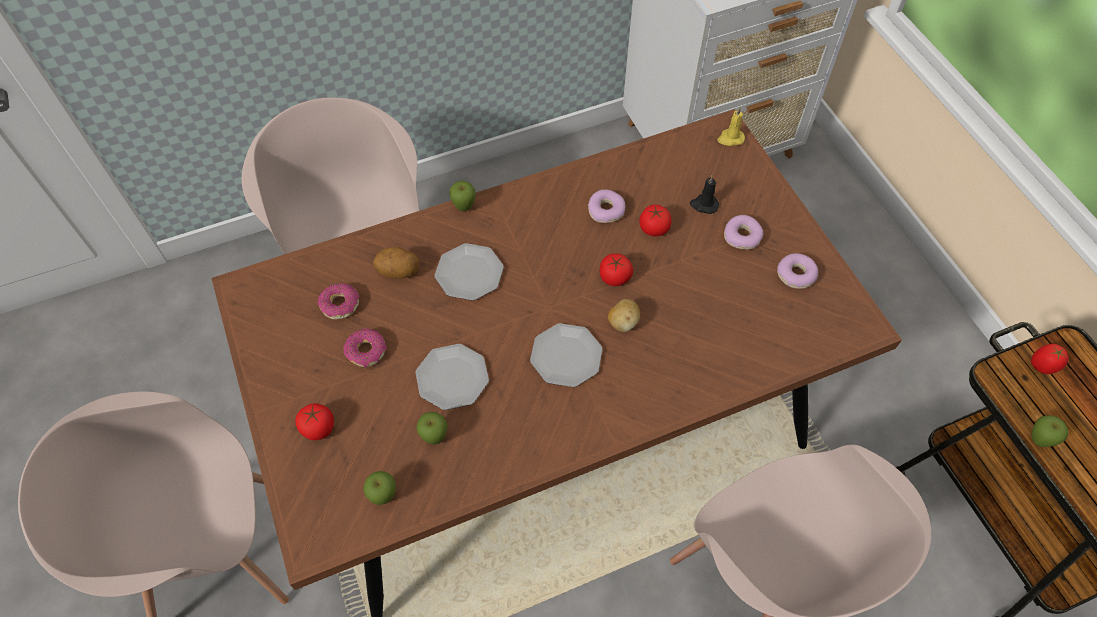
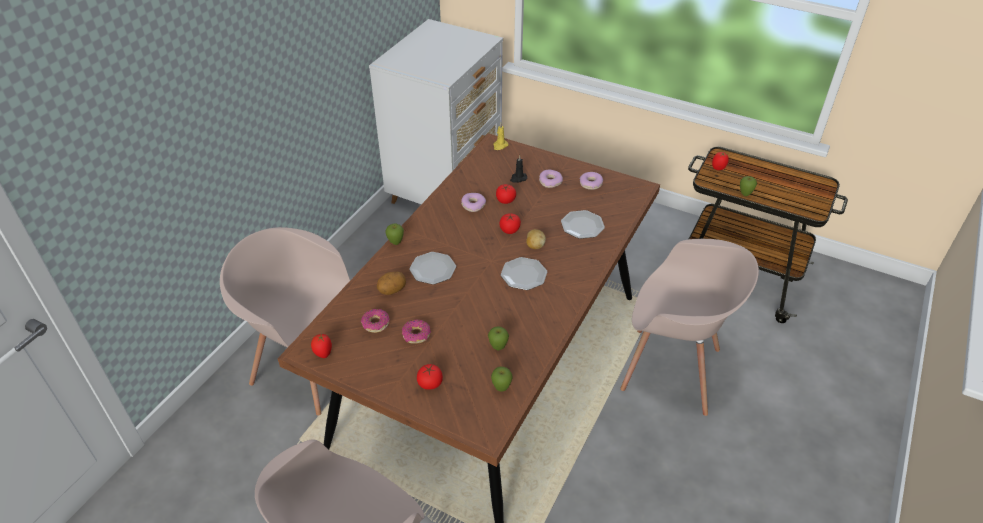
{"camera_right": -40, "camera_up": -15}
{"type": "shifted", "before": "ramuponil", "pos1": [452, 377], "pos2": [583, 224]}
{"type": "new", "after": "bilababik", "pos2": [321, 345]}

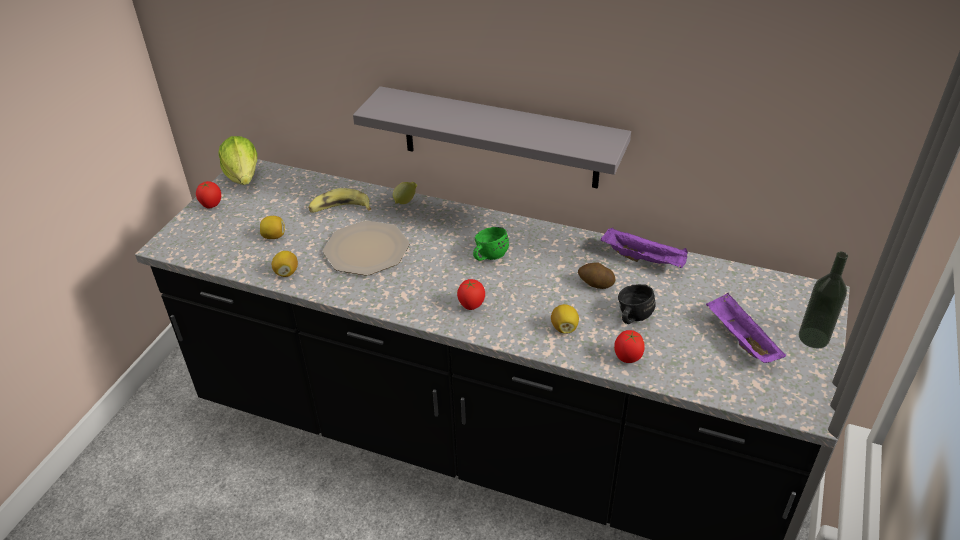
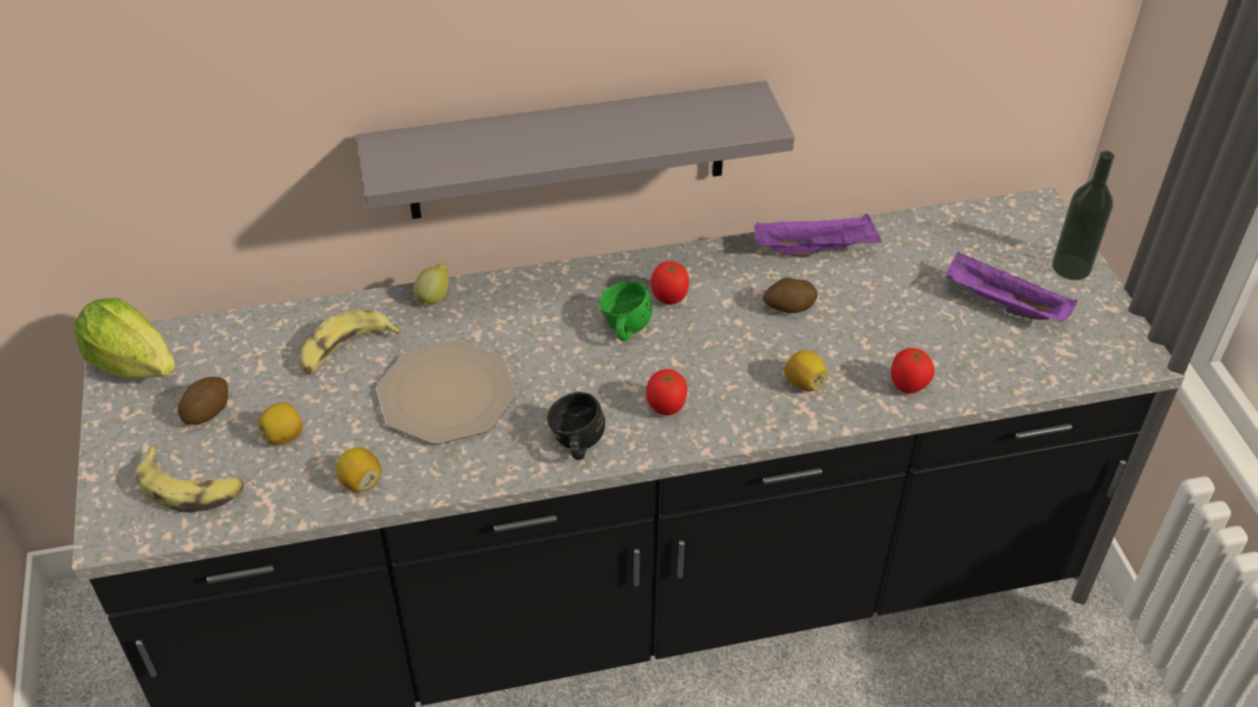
{"camera_right": -35, "camera_up": 5}
{"type": "shifted", "before": "bilababik", "pos1": [208, 195], "pos2": [670, 283]}
{"type": "shifted", "before": "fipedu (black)", "pos1": [637, 304], "pos2": [576, 426]}
{"type": "new", "after": "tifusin", "pos2": [190, 479]}
{"type": "new", "after": "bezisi", "pos2": [203, 401]}

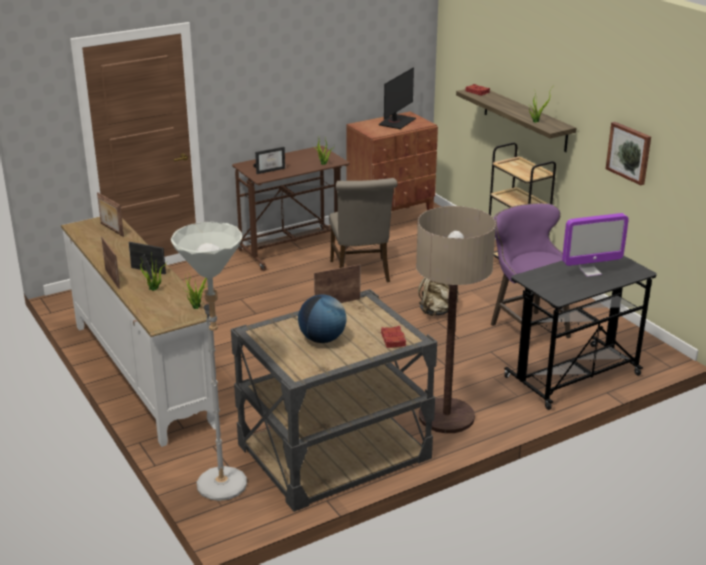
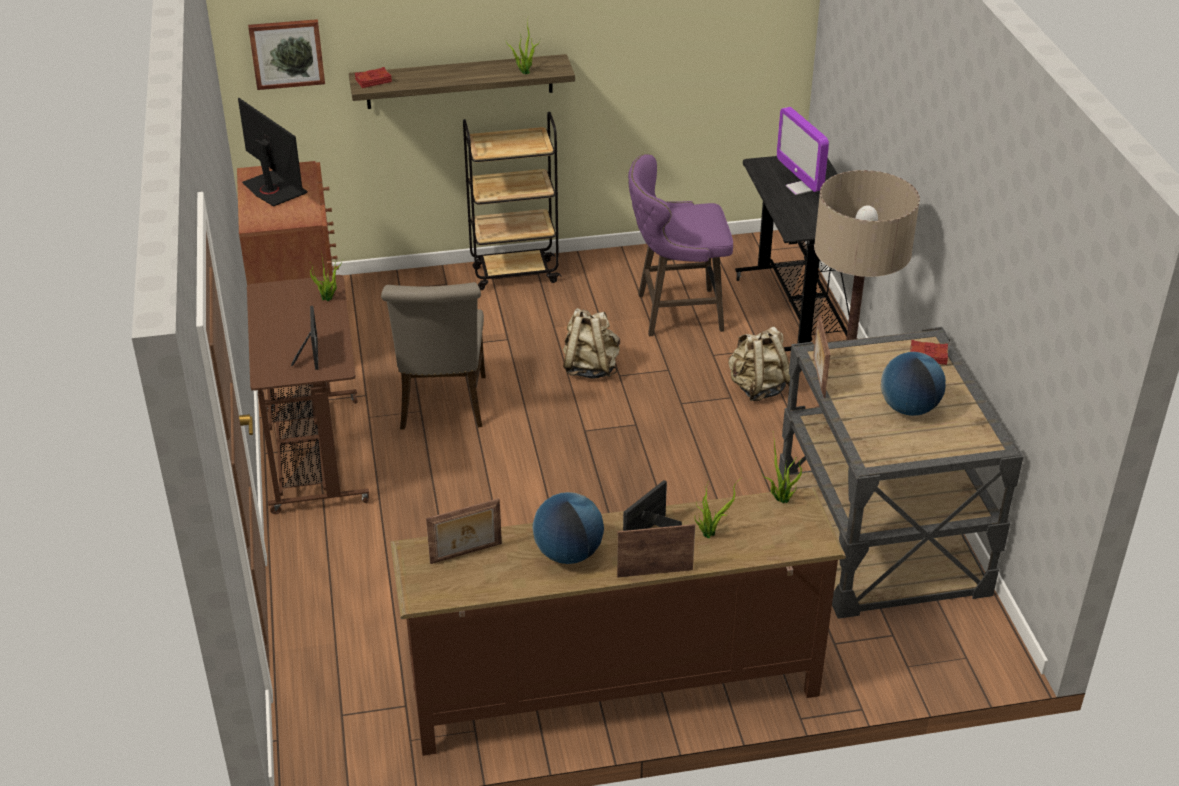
{"camera_right": -70, "camera_up": 10}
{"type": "repainted", "before": "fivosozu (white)", "after": "fivosozu (brown)", "pos1": [138, 332], "pos2": [618, 621]}
{"type": "gone", "before": "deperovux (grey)", "pos1": [208, 361]}
{"type": "rotated", "before": "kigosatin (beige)", "pos1": [363, 230], "pos2": [433, 356], "turn": 75}
{"type": "rotated", "before": "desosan", "pos1": [595, 245], "pos2": [803, 151], "turn": 150}
{"type": "shifted", "before": "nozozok", "pos1": [628, 153], "pos2": [286, 54]}
{"type": "new", "after": "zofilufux", "pos2": [568, 528]}
{"type": "new", "after": "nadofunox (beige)", "pos2": [759, 364]}

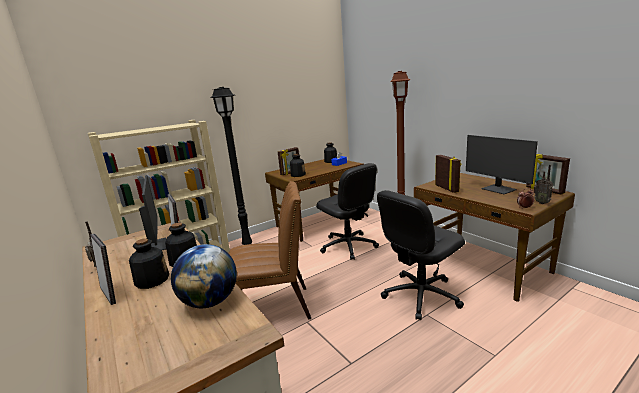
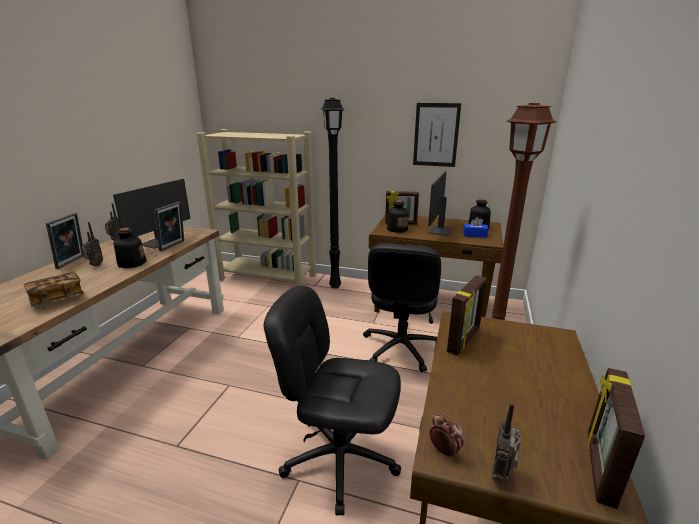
{"camera_right": 50, "camera_up": 5}
{"type": "swapped", "before": "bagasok", "after": "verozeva", "pos1": [149, 263], "pos2": [92, 244]}
{"type": "swapped", "before": "zofilufux", "after": "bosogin", "pos1": [204, 276], "pos2": [53, 289]}
{"type": "gone", "before": "kigosatin (brown)", "pos1": [269, 250]}
{"type": "shifted", "before": "desosan", "pos1": [502, 164], "pos2": [440, 203]}
{"type": "new", "after": "nozozok", "pos2": [437, 135]}

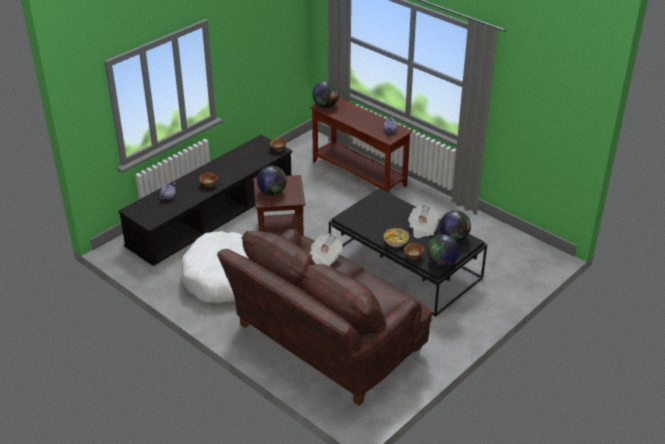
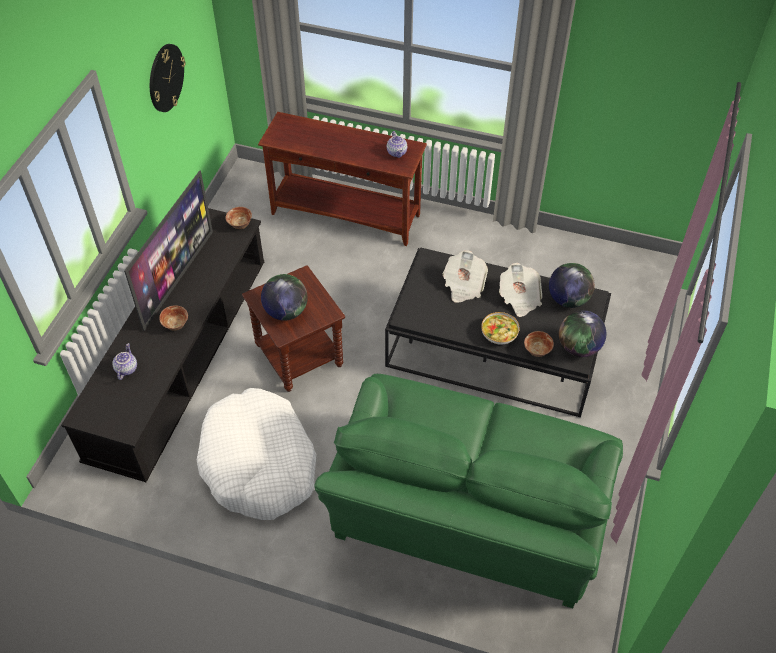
{"camera_right": -25, "camera_up": 15}
{"type": "repainted", "before": "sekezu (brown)", "after": "sekezu (green)", "pos1": [324, 317], "pos2": [468, 491]}
{"type": "shifted", "before": "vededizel", "pos1": [326, 249], "pos2": [465, 276]}
{"type": "gone", "before": "zofilufux", "pos1": [325, 94]}
{"type": "new", "after": "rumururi", "pos2": [168, 251]}
{"type": "new", "after": "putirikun", "pos2": [168, 78]}

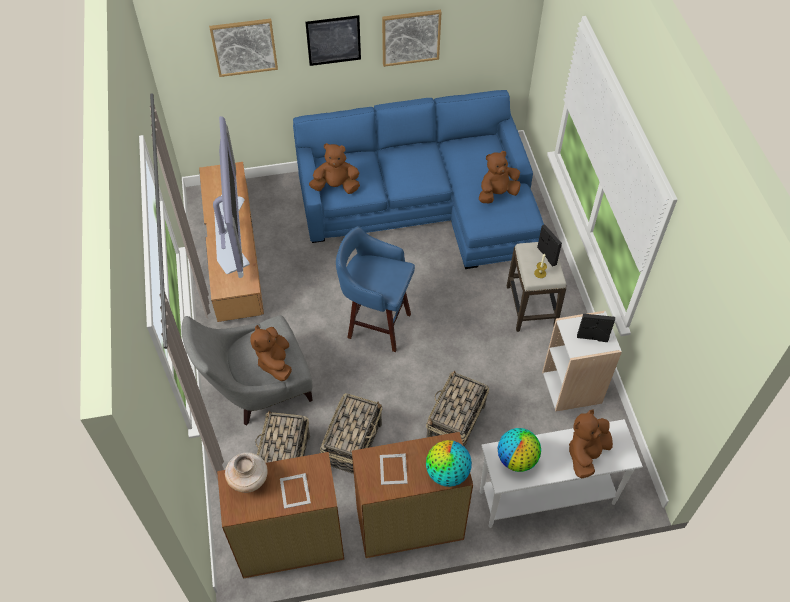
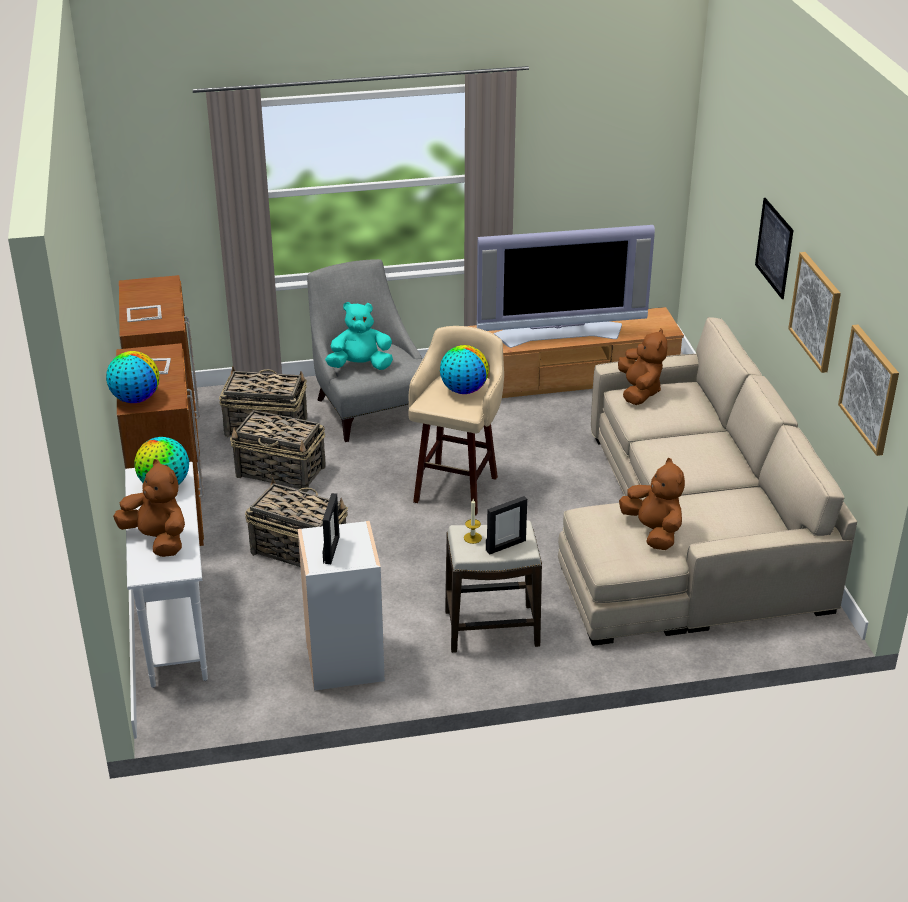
{"camera_right": 90, "camera_up": -20}
{"type": "shifted", "before": "nozozok", "pos1": [243, 48], "pos2": [868, 390]}
{"type": "gone", "before": "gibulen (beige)", "pos1": [246, 472]}
{"type": "repainted", "before": "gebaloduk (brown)", "after": "gebaloduk (turquoise)", "pos1": [271, 353], "pos2": [359, 336]}
{"type": "repainted", "before": "sekezu (blue)", "after": "sekezu (beige)", "pos1": [418, 179], "pos2": [707, 481]}
{"type": "repainted", "before": "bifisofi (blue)", "after": "bifisofi (beige)", "pos1": [375, 289], "pos2": [456, 420]}
{"type": "new", "after": "zofilufux", "pos2": [464, 369]}

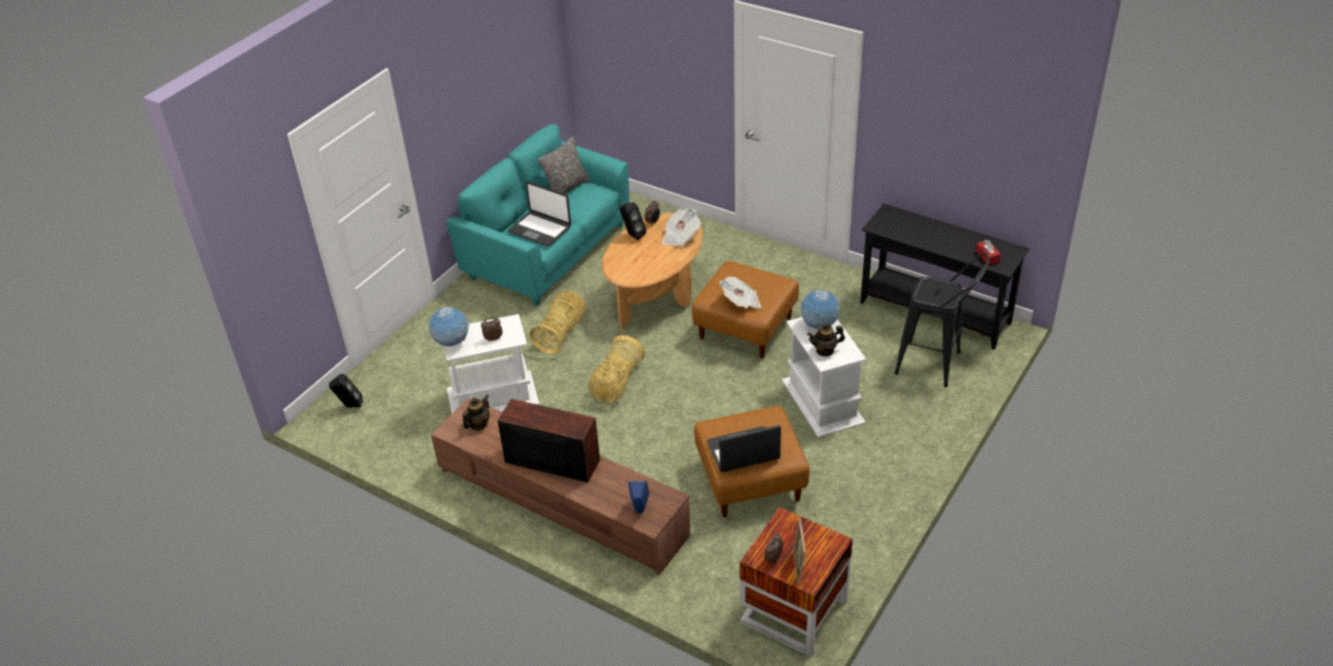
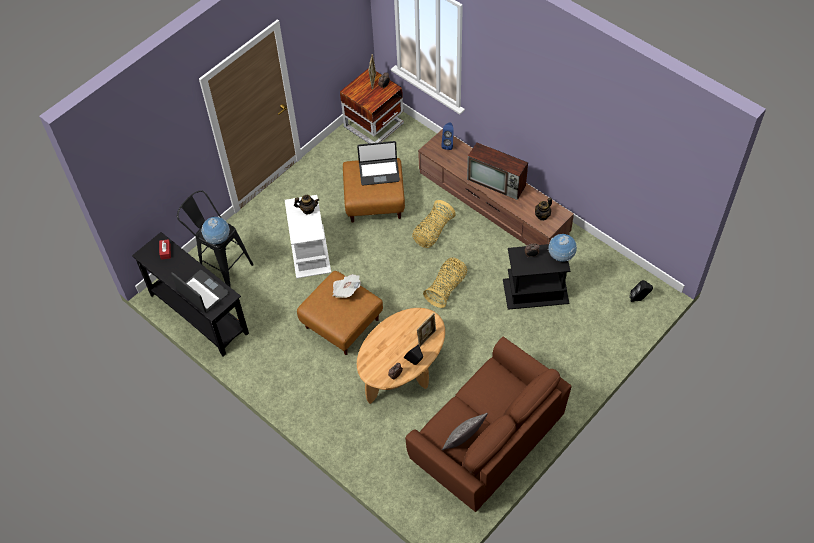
{"camera_right": -170, "camera_up": 15}
{"type": "repainted", "before": "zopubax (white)", "after": "zopubax (black)", "pos1": [492, 363], "pos2": [536, 277]}
{"type": "repainted", "before": "sekezu (turquoise)", "after": "sekezu (brown)", "pos1": [538, 215], "pos2": [488, 424]}
{"type": "shifted", "before": "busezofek", "pos1": [539, 214], "pos2": [200, 291]}
{"type": "shifted", "before": "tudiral", "pos1": [558, 322], "pos2": [434, 224]}
{"type": "gone", "before": "vededizel", "pos1": [681, 227]}
{"type": "shifted", "before": "zofilufux", "pos1": [820, 309], "pos2": [215, 231]}
{"type": "new", "after": "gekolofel", "pos2": [426, 330]}

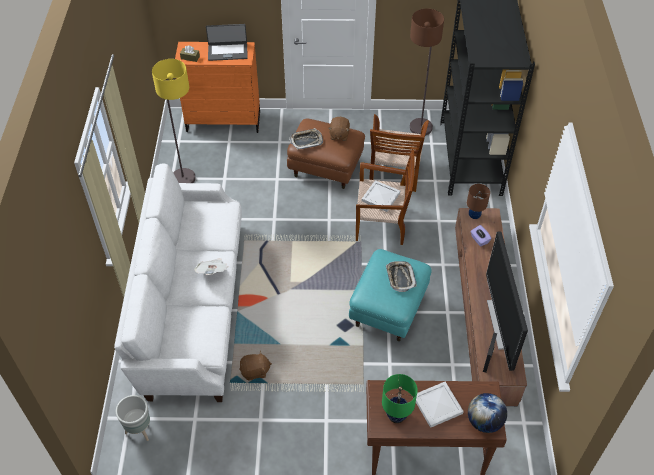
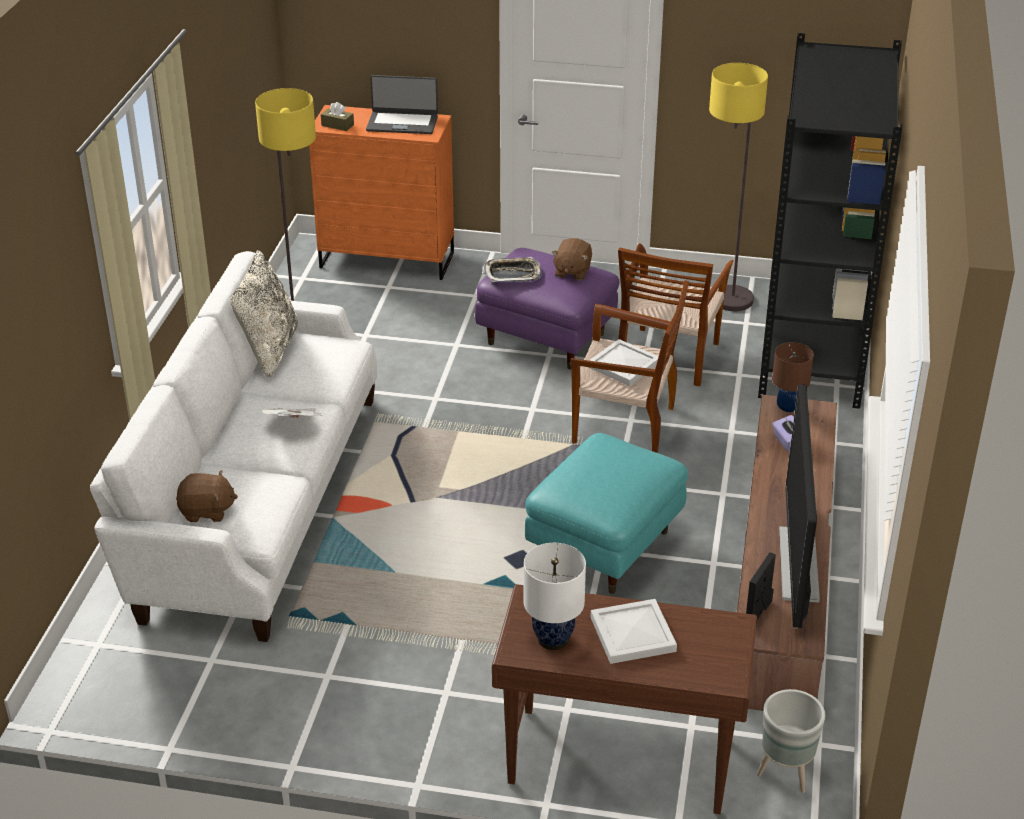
{"camera_right": 10, "camera_up": -15}
{"type": "shifted", "before": "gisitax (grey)", "pos1": [133, 418], "pos2": [791, 741]}
{"type": "shifted", "before": "gebaloduk (brown)", "pos1": [255, 366], "pos2": [207, 496]}
{"type": "repainted", "before": "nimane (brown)", "after": "nimane (purple)", "pos1": [326, 154], "pos2": [547, 309]}
{"type": "repainted", "before": "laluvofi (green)", "after": "laluvofi (white)", "pos1": [400, 398], "pos2": [554, 596]}
{"type": "gone", "before": "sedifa", "pos1": [401, 276]}
{"type": "repainted", "before": "deperovux (brown)", "after": "deperovux (yellow)", "pos1": [427, 72], "pos2": [738, 187]}
{"type": "gone", "before": "zofilufux", "pos1": [487, 413]}
{"type": "new", "after": "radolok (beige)", "pos2": [264, 314]}

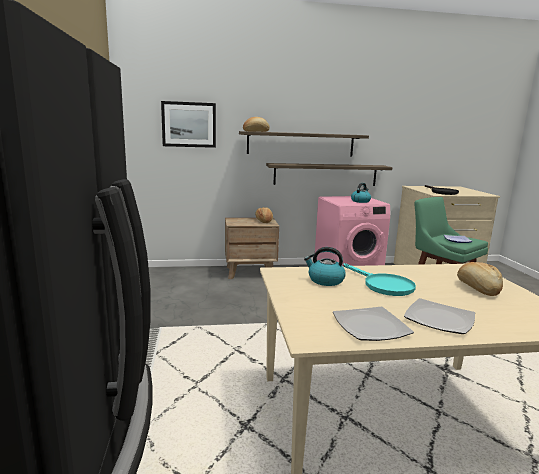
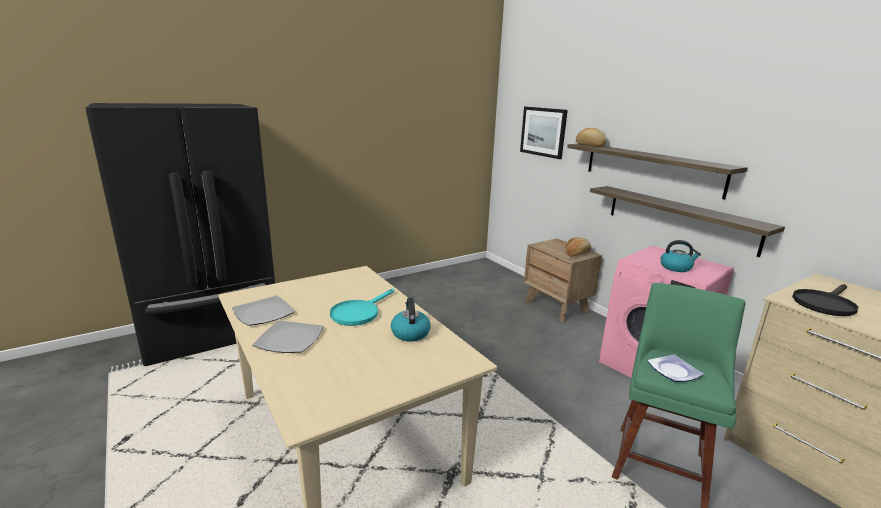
{"camera_right": 65, "camera_up": 5}
{"type": "shifted", "before": "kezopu", "pos1": [325, 266], "pos2": [411, 320]}
{"type": "gone", "before": "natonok", "pos1": [480, 279]}

